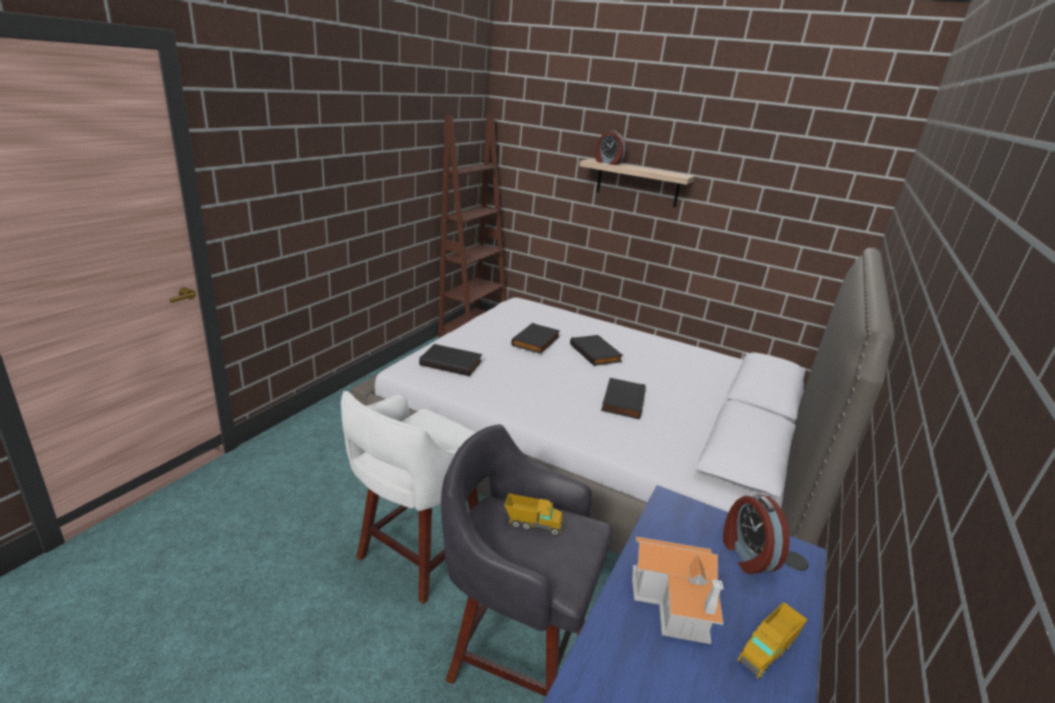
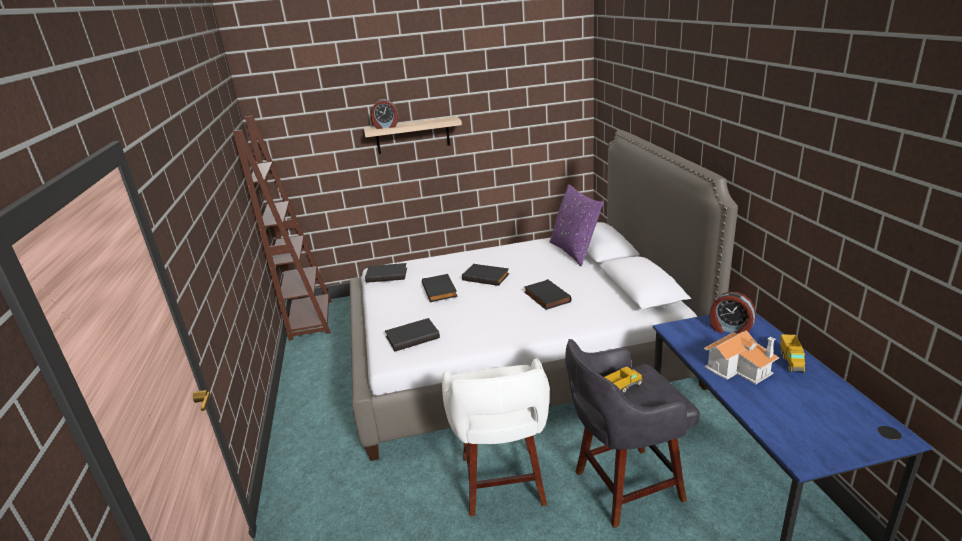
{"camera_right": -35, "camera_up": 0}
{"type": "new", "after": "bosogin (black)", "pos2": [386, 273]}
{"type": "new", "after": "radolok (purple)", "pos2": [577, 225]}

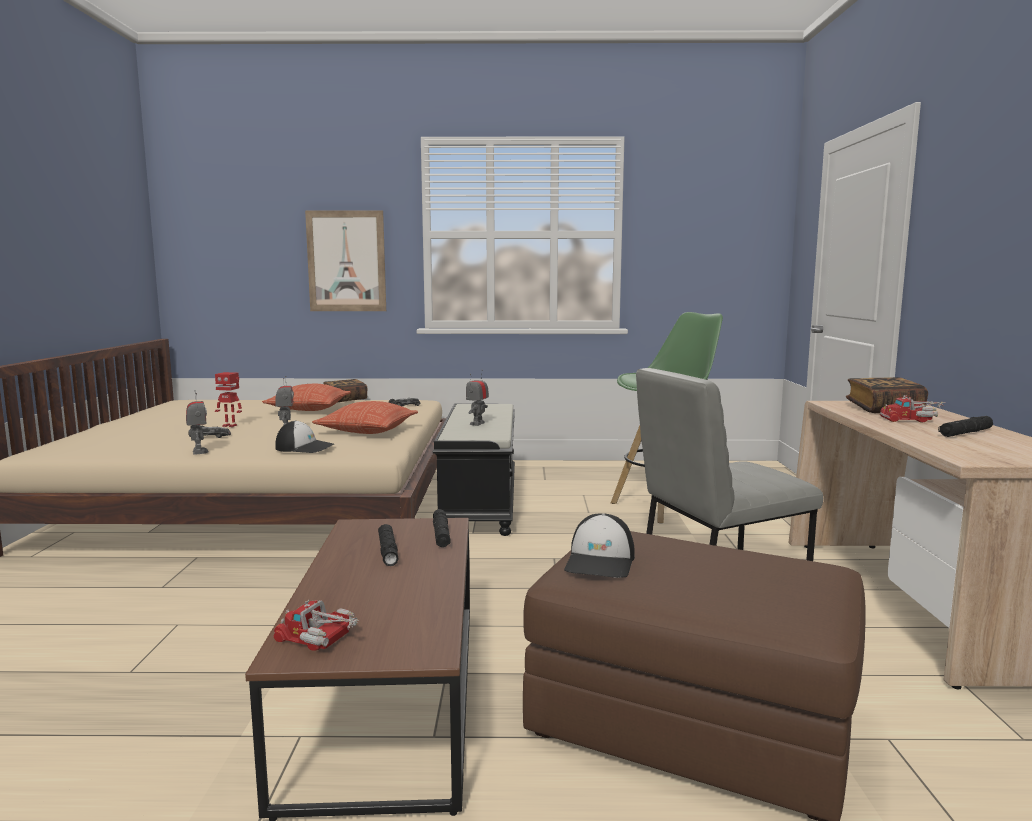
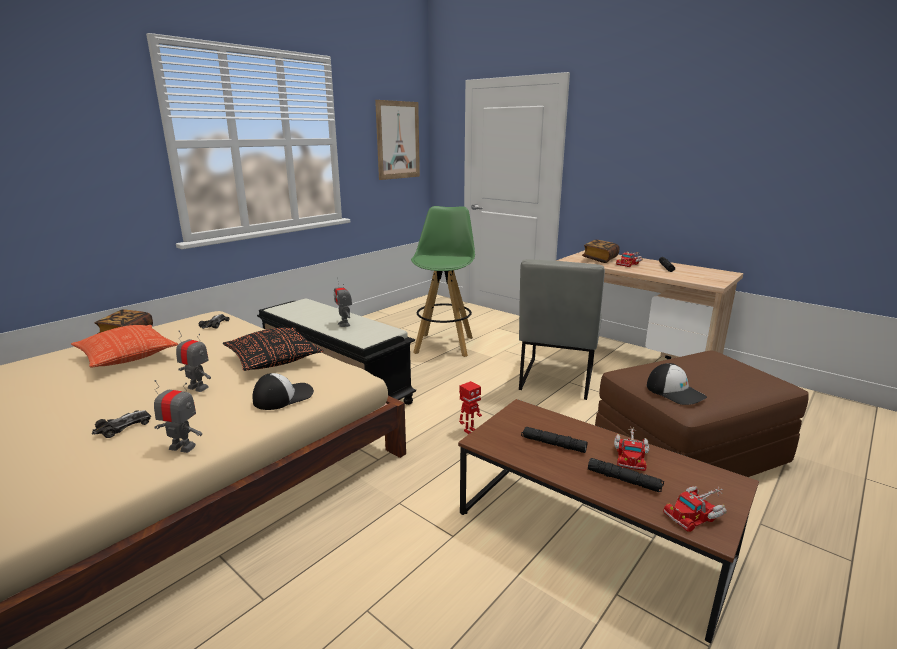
{"camera_right": -50, "camera_up": 10}
{"type": "shifted", "before": "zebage", "pos1": [228, 399], "pos2": [470, 407]}
{"type": "shifted", "before": "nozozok", "pos1": [345, 261], "pos2": [397, 140]}
{"type": "repainted", "before": "radolok (orange)", "after": "radolok (black)", "pos1": [365, 417], "pos2": [273, 349]}
{"type": "shifted", "before": "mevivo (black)", "pos1": [442, 528], "pos2": [626, 475]}
{"type": "new", "after": "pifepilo", "pos2": [631, 449]}

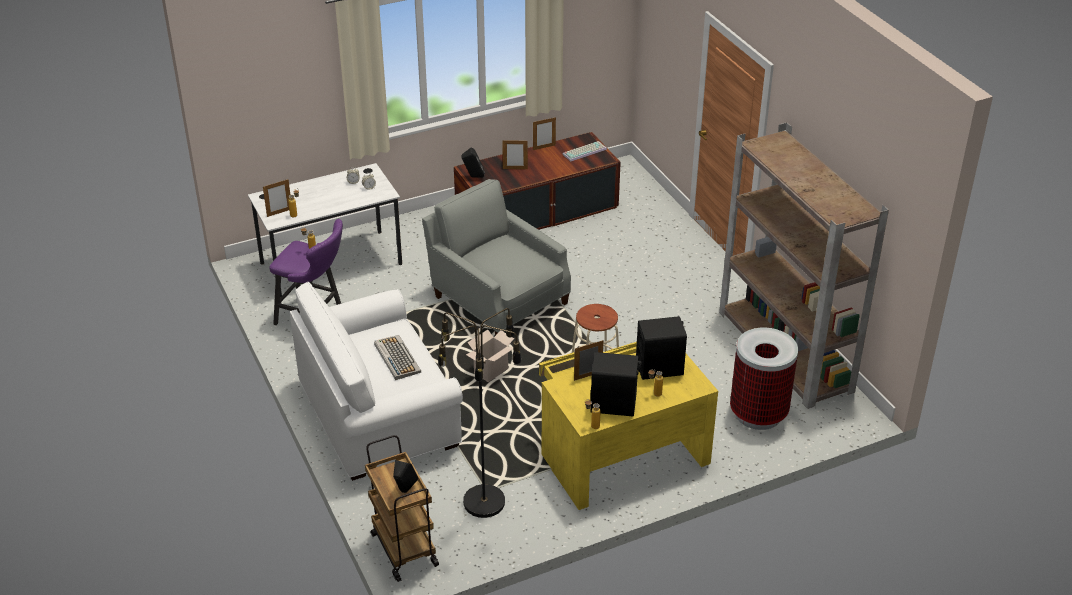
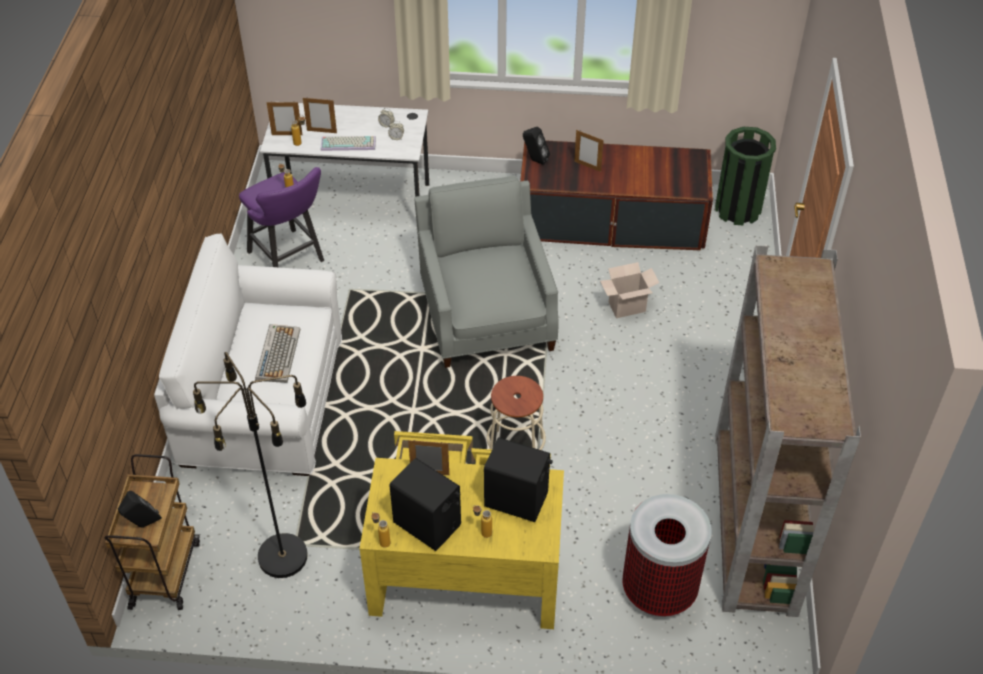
{"camera_right": 30, "camera_up": 10}
{"type": "shifted", "before": "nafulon", "pos1": [490, 356], "pos2": [629, 290]}
{"type": "shifted", "before": "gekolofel", "pos1": [544, 133], "pos2": [320, 115]}
{"type": "shifted", "before": "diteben", "pos1": [584, 151], "pos2": [348, 143]}
{"type": "new", "after": "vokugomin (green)", "pos2": [745, 176]}

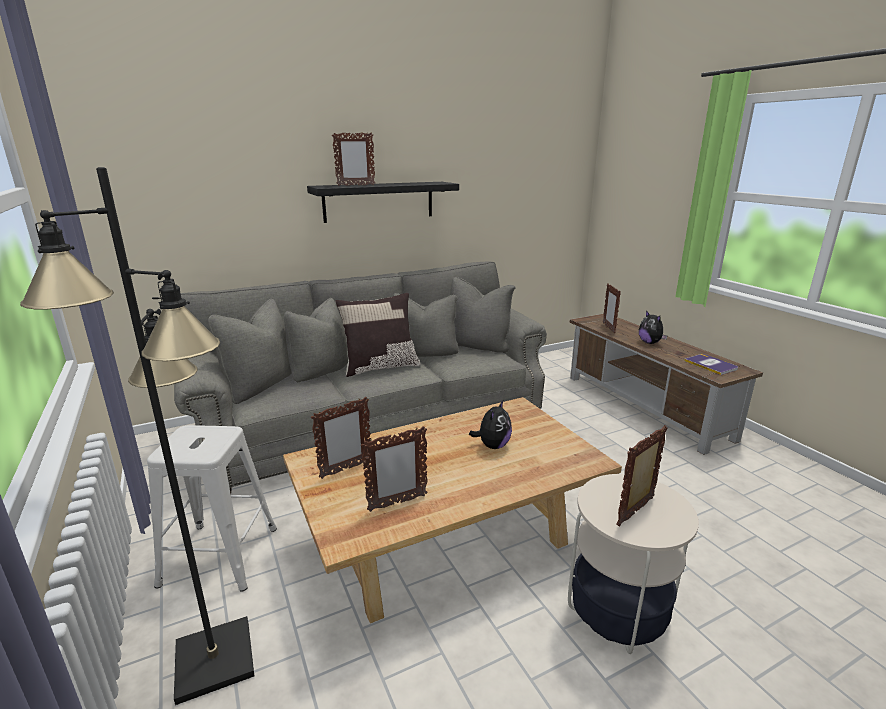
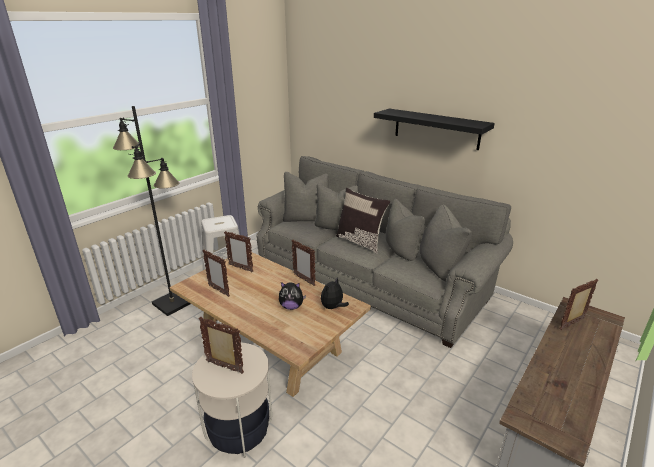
{"camera_right": 65, "camera_up": 5}
{"type": "shifted", "before": "gekolofel", "pos1": [353, 159], "pos2": [303, 263]}
{"type": "shifted", "before": "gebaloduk", "pos1": [653, 327], "pos2": [335, 293]}
{"type": "gone", "before": "bosogin", "pos1": [711, 364]}

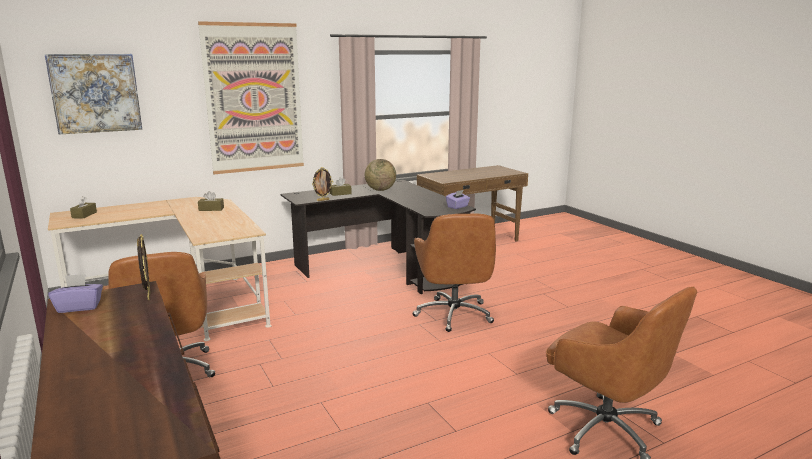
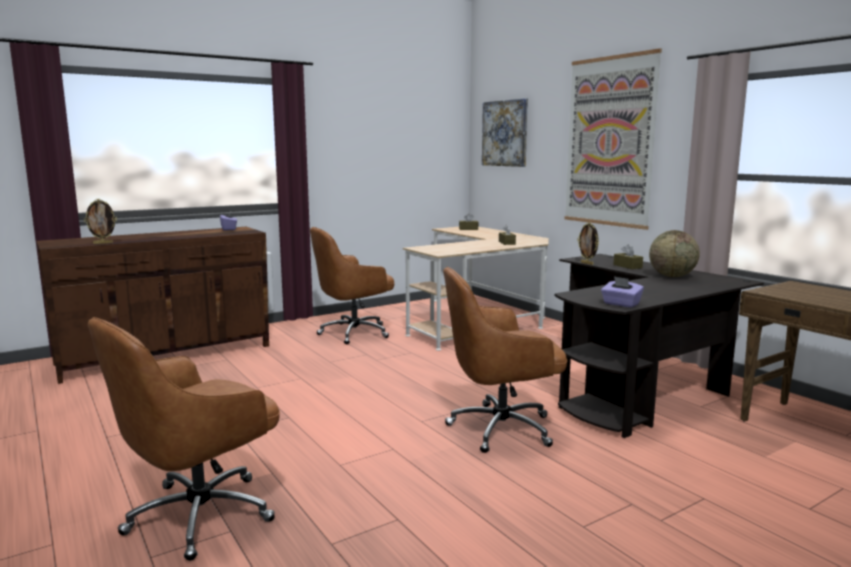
{"camera_right": 85, "camera_up": -5}
{"type": "shifted", "before": "gekolofel", "pos1": [144, 267], "pos2": [100, 221]}

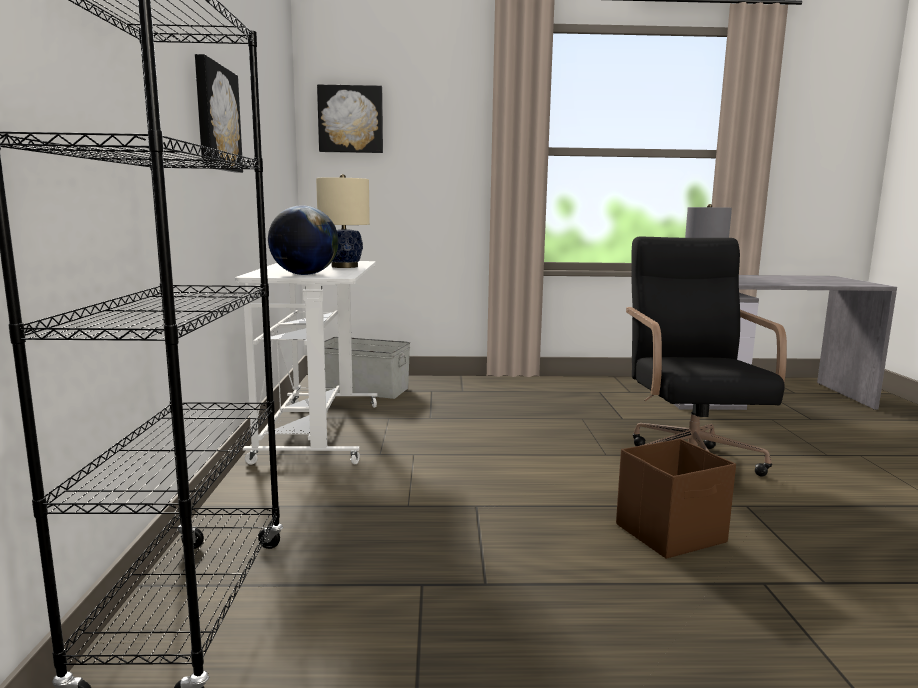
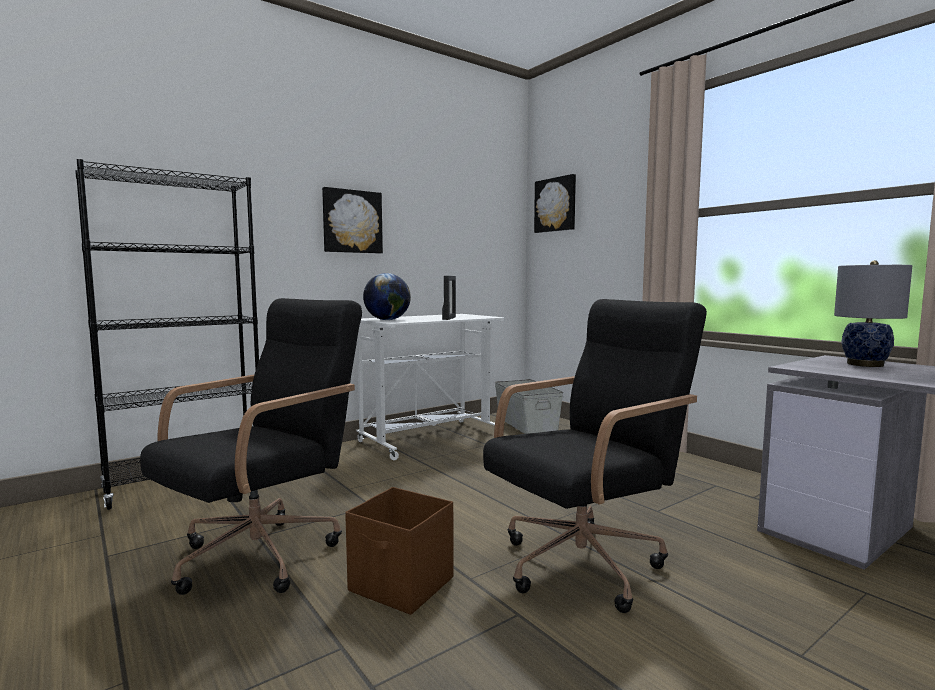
{"camera_right": 55, "camera_up": -5}
{"type": "swapped", "before": "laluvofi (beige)", "after": "gekolofel", "pos1": [343, 221], "pos2": [449, 298]}
{"type": "new", "after": "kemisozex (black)", "pos2": [251, 446]}

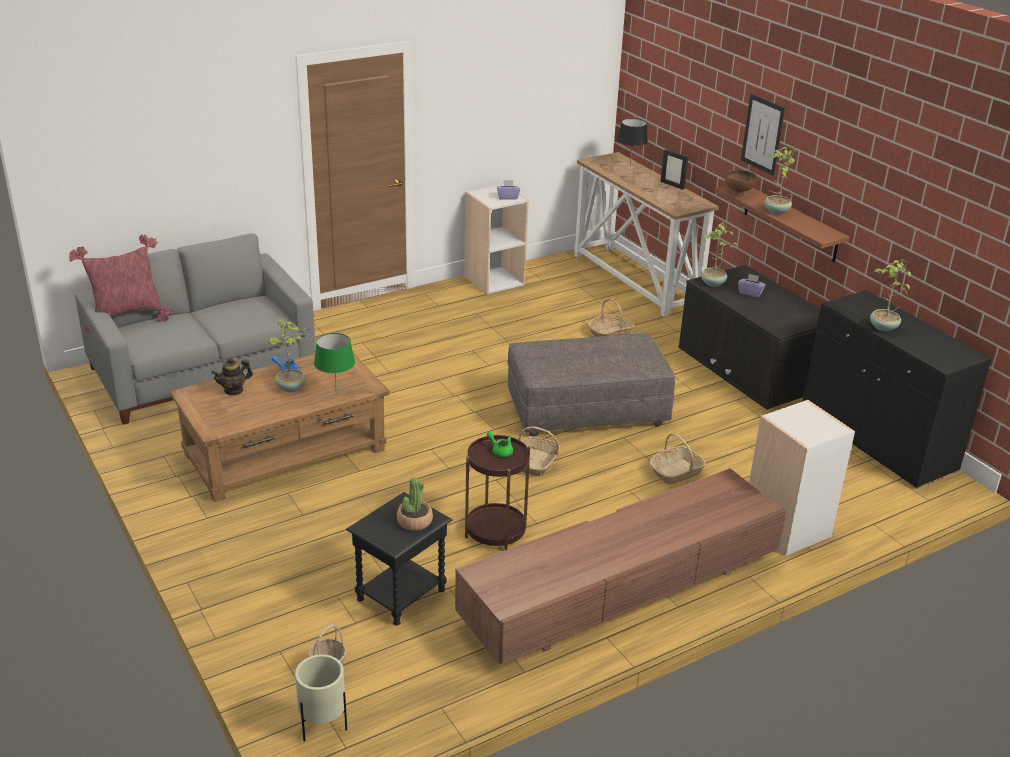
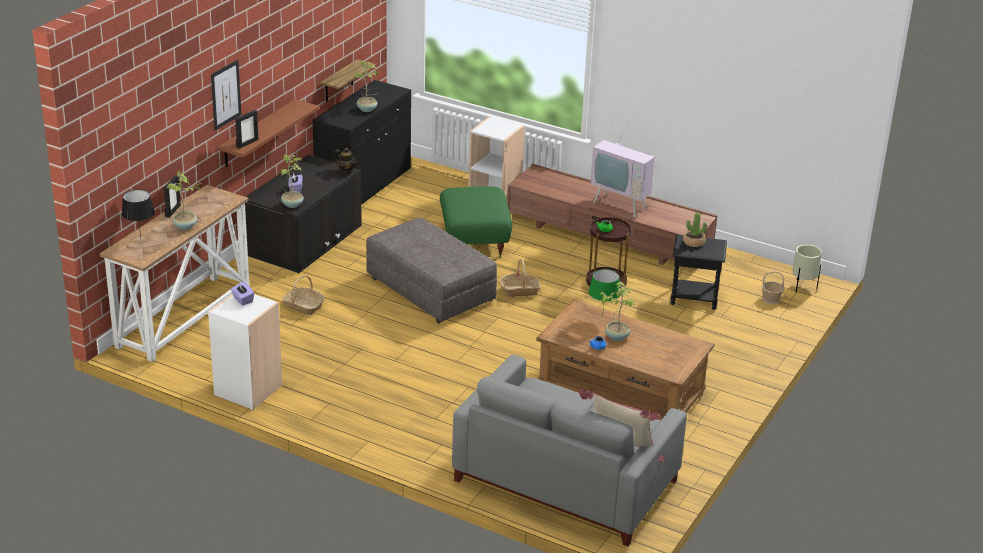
{"camera_right": -120, "camera_up": 0}
{"type": "shifted", "before": "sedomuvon", "pos1": [232, 377], "pos2": [346, 161]}
{"type": "swapped", "before": "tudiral", "after": "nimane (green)", "pos1": [677, 458], "pos2": [476, 222]}
{"type": "swapped", "before": "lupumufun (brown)", "after": "gekolofel", "pos1": [741, 183], "pos2": [247, 129]}
{"type": "shifted", "before": "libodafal", "pos1": [780, 181], "pos2": [184, 200]}
{"type": "new", "after": "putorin", "pos2": [348, 80]}
{"type": "new", "after": "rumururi", "pos2": [623, 166]}

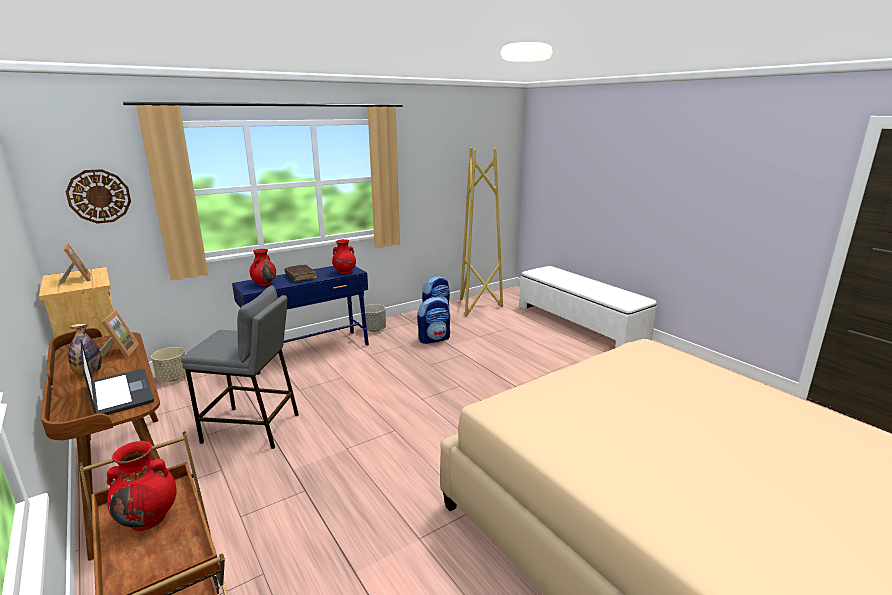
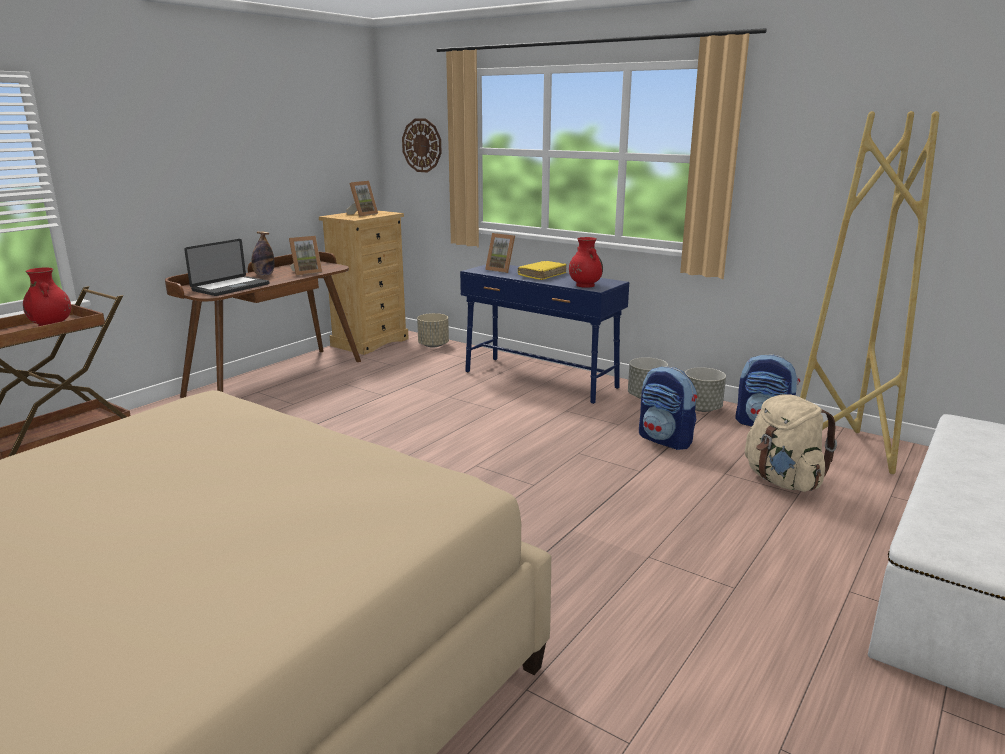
{"camera_right": 70, "camera_up": 0}
{"type": "gone", "before": "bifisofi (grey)", "pos1": [240, 367]}
{"type": "swapped", "before": "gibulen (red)", "after": "gekolofel", "pos1": [263, 267], "pos2": [500, 253]}
{"type": "repainted", "before": "bosogin (brown)", "after": "bosogin (yellow)", "pos1": [300, 272], "pos2": [542, 270]}
{"type": "new", "after": "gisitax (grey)", "pos2": [705, 389]}
{"type": "new", "after": "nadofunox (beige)", "pos2": [791, 443]}

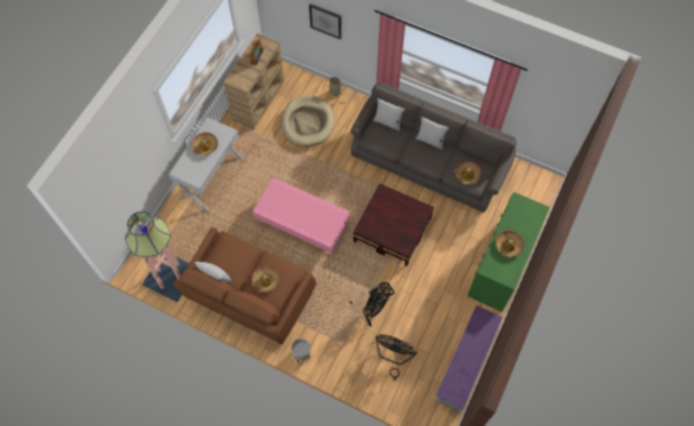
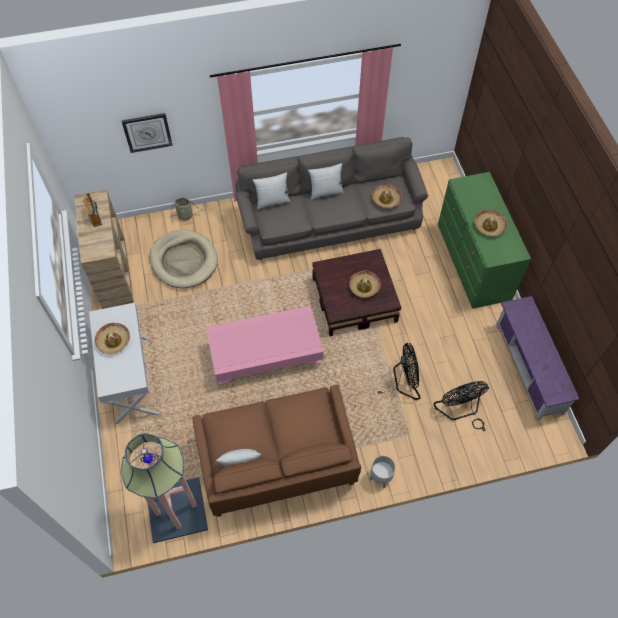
{"camera_right": -40, "camera_up": -5}
{"type": "shifted", "before": "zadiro", "pos1": [265, 279], "pos2": [365, 284]}

